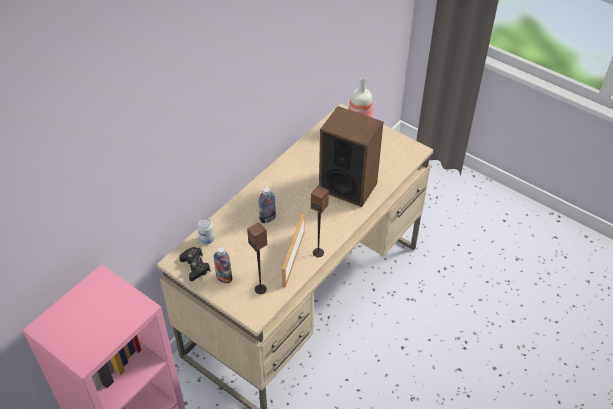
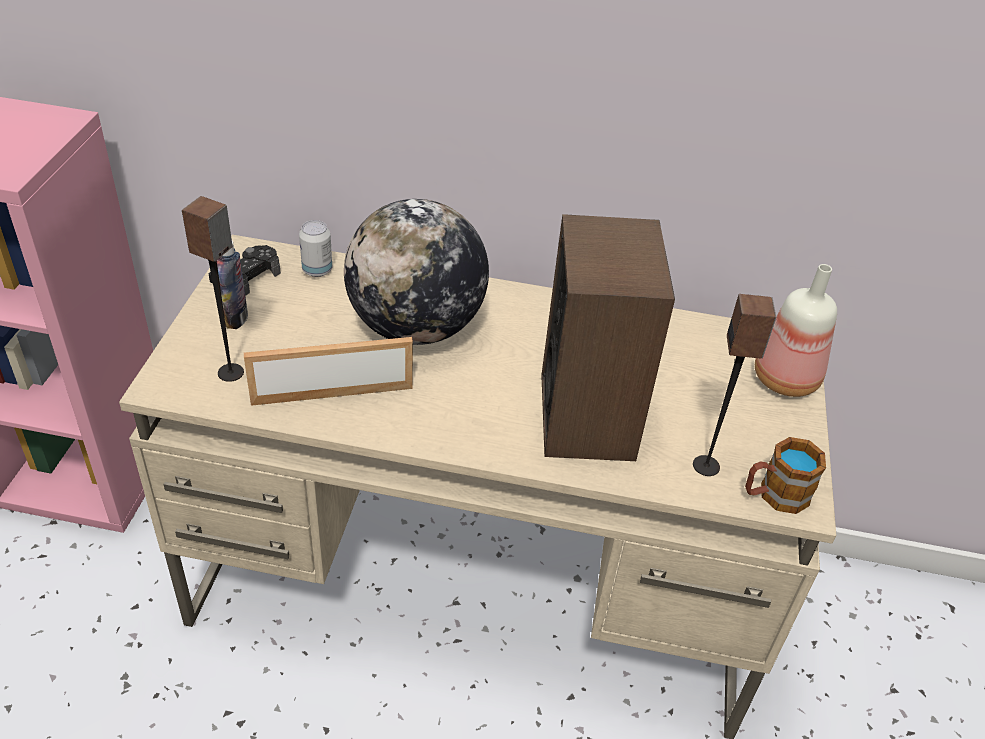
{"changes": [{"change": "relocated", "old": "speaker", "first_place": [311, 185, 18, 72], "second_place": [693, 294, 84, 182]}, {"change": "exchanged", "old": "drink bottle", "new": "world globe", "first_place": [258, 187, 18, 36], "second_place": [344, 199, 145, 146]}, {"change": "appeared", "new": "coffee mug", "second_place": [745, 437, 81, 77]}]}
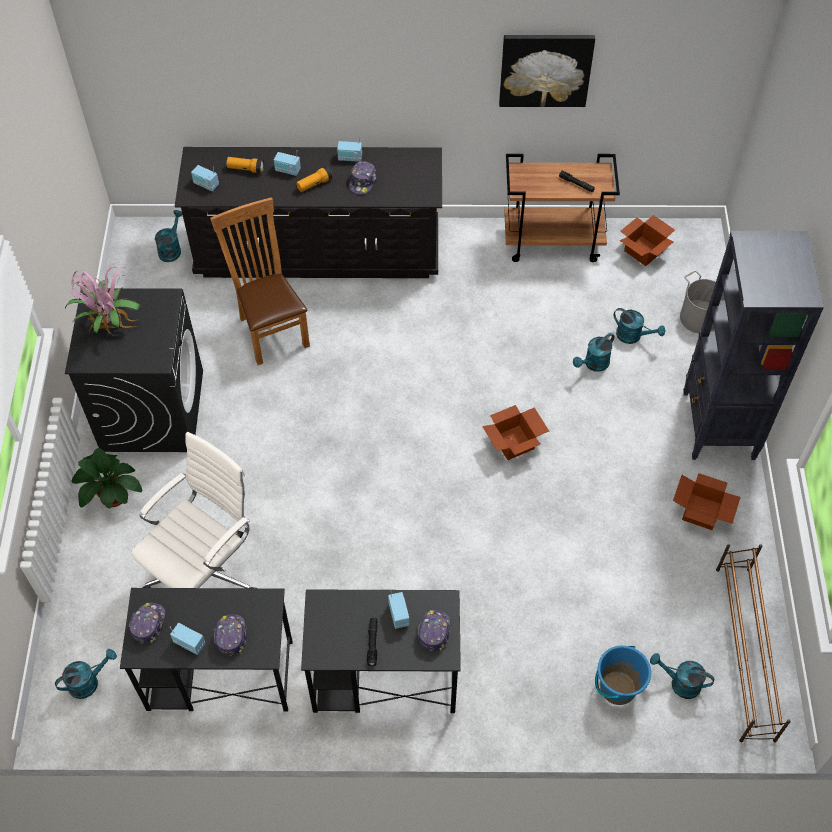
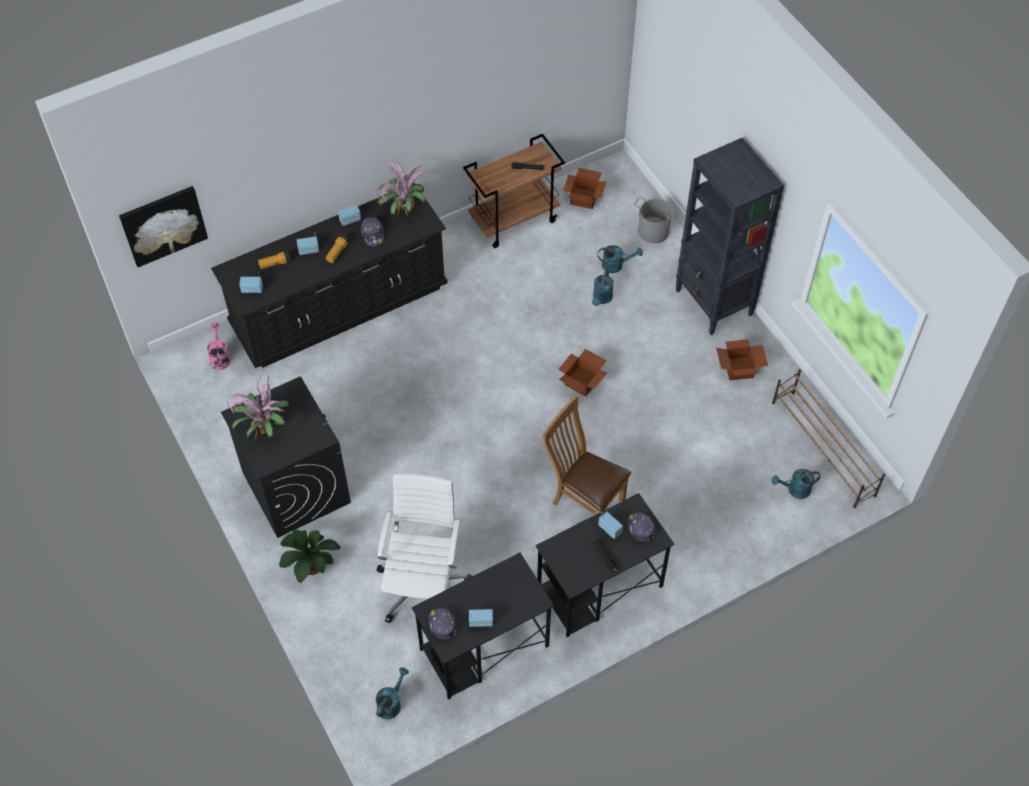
{"changes": [{"change": "relocated", "old": "wall picture", "first_place": [499, 35, 96, 72], "second_place": [119, 186, 89, 81]}, {"change": "relocated", "old": "brown upright chair", "first_place": [210, 197, 100, 168], "second_place": [542, 395, 89, 120]}, {"change": "colour", "old": "blue-green watering pot", "new": "pinkish watering pot", "first_place": [155, 210, 27, 52], "second_place": [207, 323, 24, 47]}, {"change": "missing", "old": "peaked cap", "first_place": [214, 614, 33, 42]}, {"change": "missing", "old": "bluish bucket", "first_place": [595, 646, 56, 59]}, {"change": "appeared", "new": "houseplant", "second_place": [376, 159, 53, 59]}]}
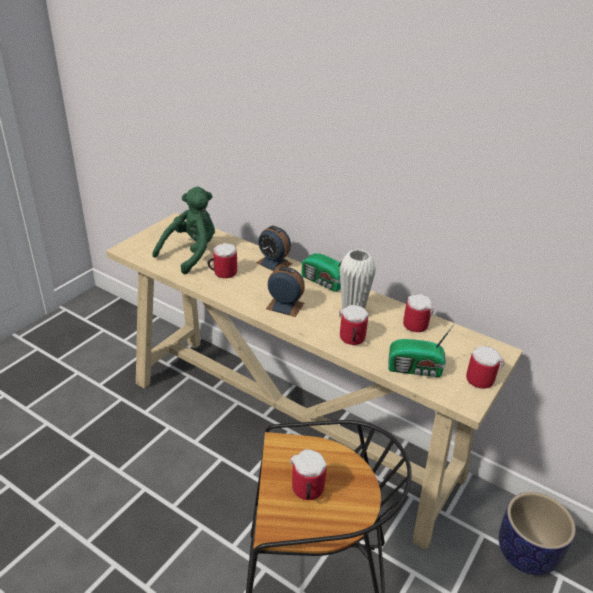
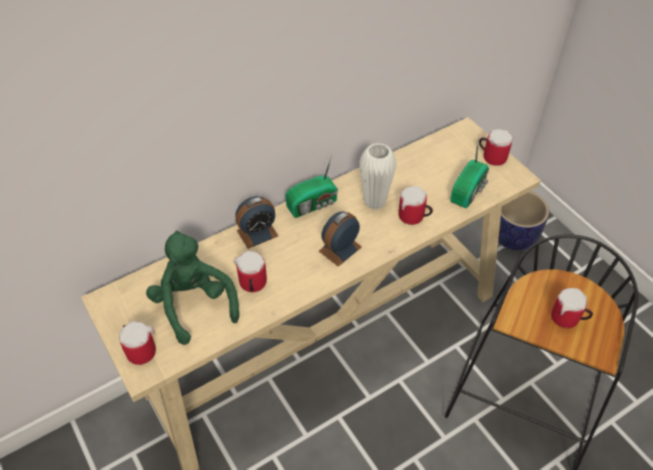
{"changes": [{"change": "relocated", "old": "coffee mug", "first_place": [403, 294, 31, 38], "second_place": [119, 321, 37, 44]}]}
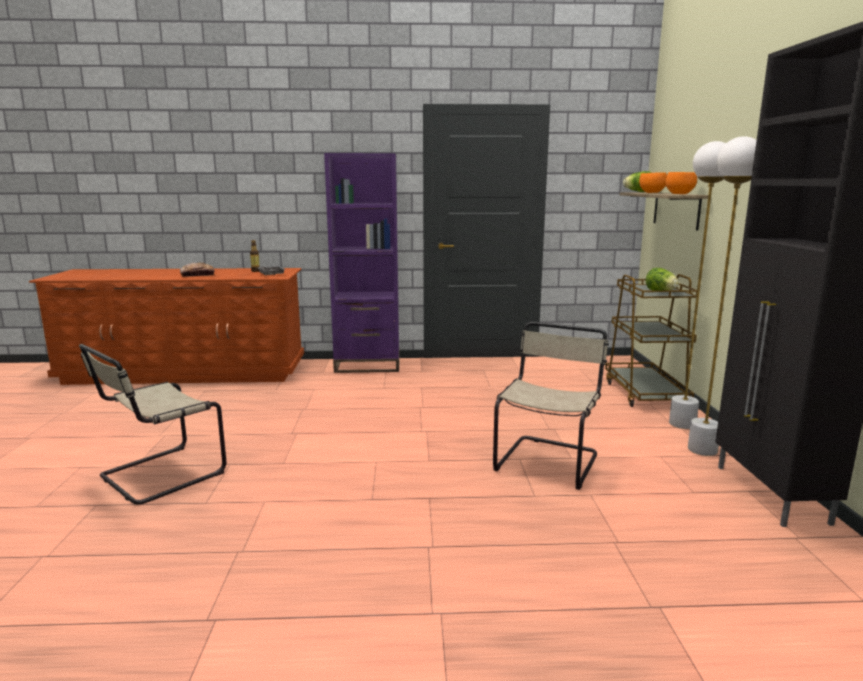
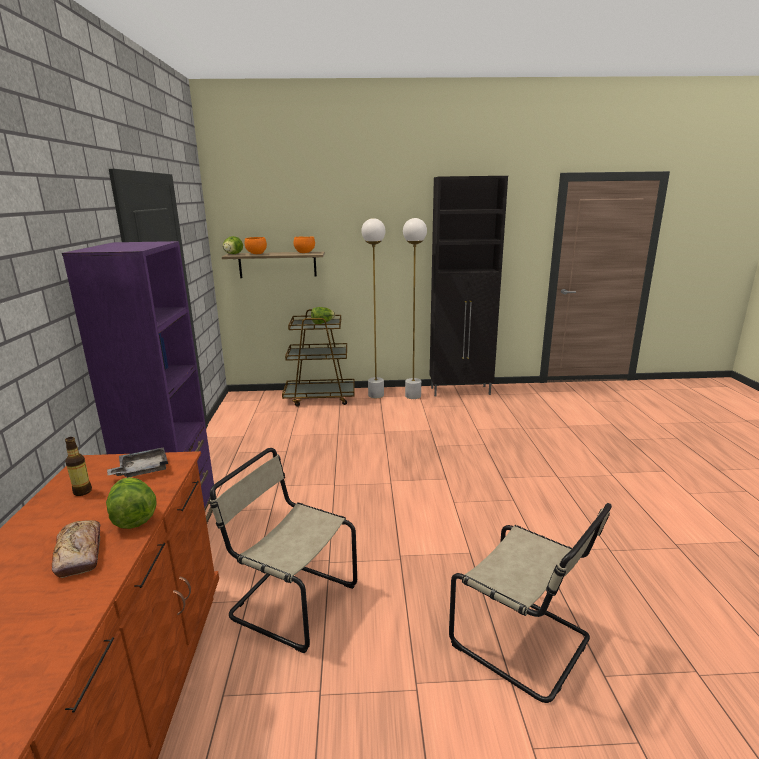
{"changes": [{"change": "relocated", "old": "sand-coloured upright chair", "first_place": [493, 322, 116, 168], "second_place": [210, 448, 147, 205]}, {"change": "appeared", "new": "lettuce head", "second_place": [106, 477, 51, 52]}]}
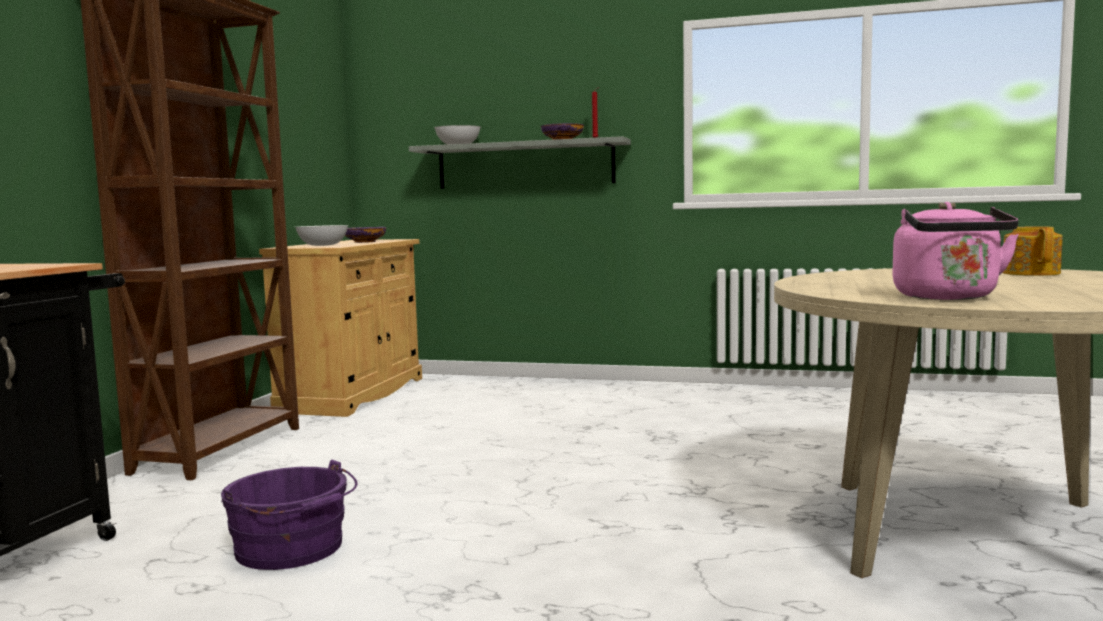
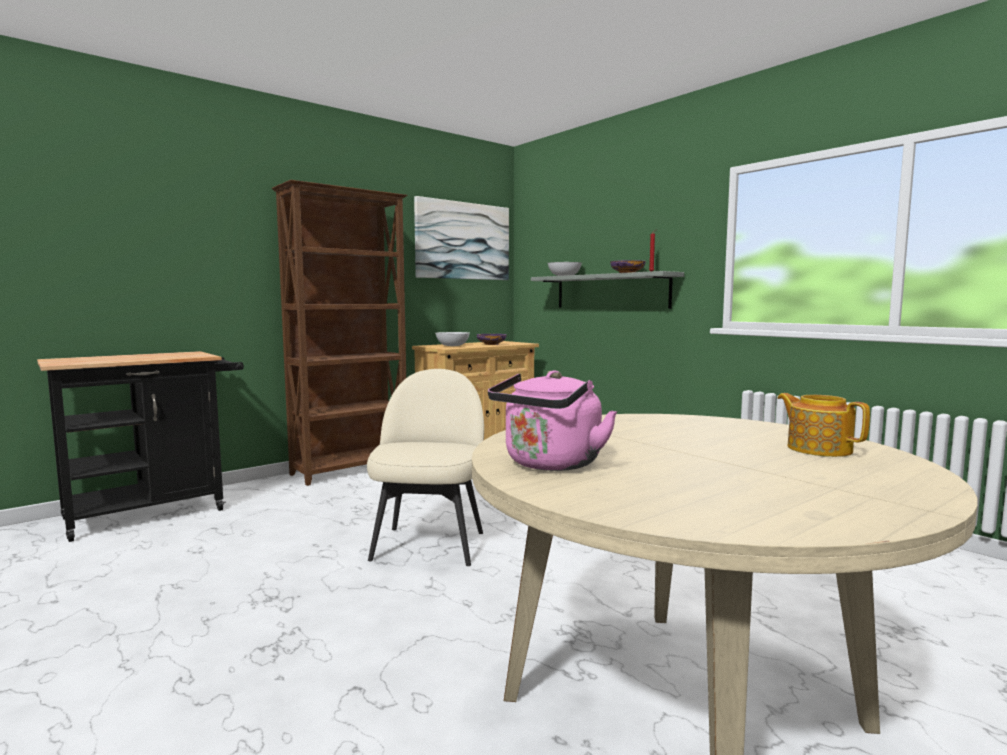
{"changes": [{"change": "spun", "old": "teapot", "first_place": [1002, 226, 61, 50], "second_place": [778, 393, 92, 64], "degrees": -75}, {"change": "missing", "old": "purplish bucket", "first_place": [221, 459, 136, 111]}, {"change": "appeared", "new": "wall picture", "second_place": [414, 196, 95, 84]}, {"change": "appeared", "new": "sand-coloured upright chair", "second_place": [367, 369, 117, 197]}]}
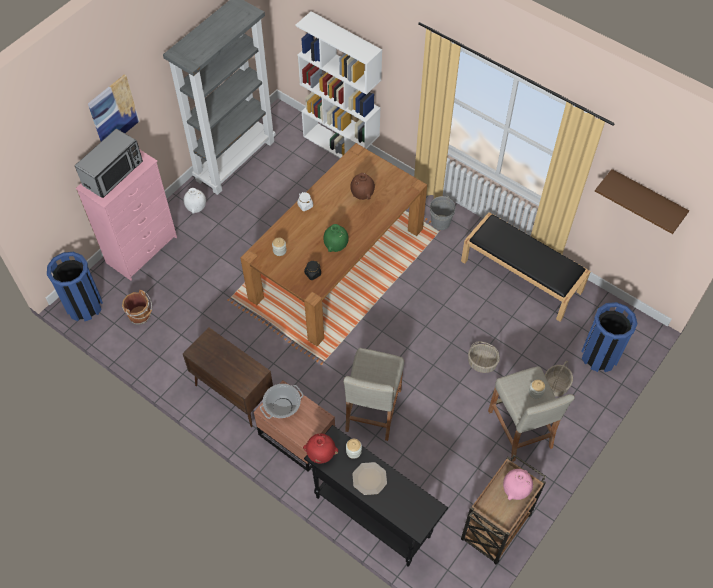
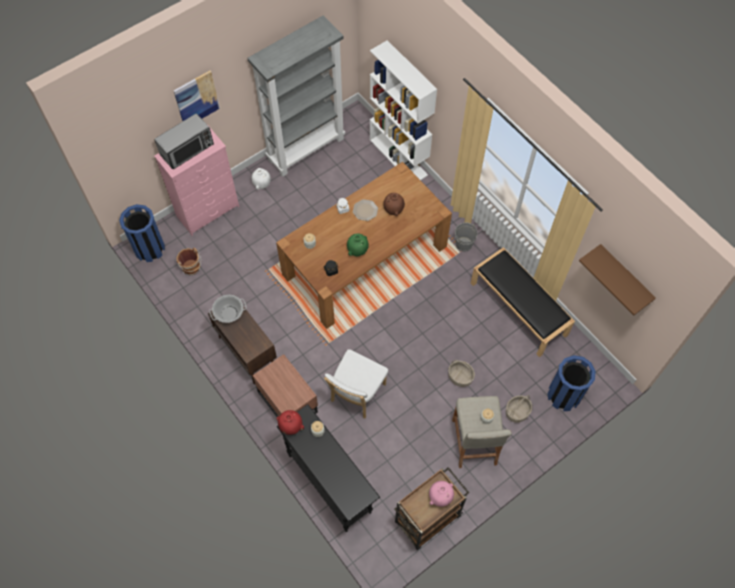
{"changes": [{"change": "exchanged", "old": "sand-coloured sitting stool", "new": "white-coloured upright chair", "first_place": [344, 348, 60, 93], "second_place": [324, 349, 64, 70]}, {"change": "relocated", "old": "cooking pot", "first_place": [260, 384, 43, 35], "second_place": [209, 295, 38, 28]}, {"change": "relocated", "old": "dinner plate", "first_place": [352, 462, 35, 33], "second_place": [353, 199, 25, 22]}]}
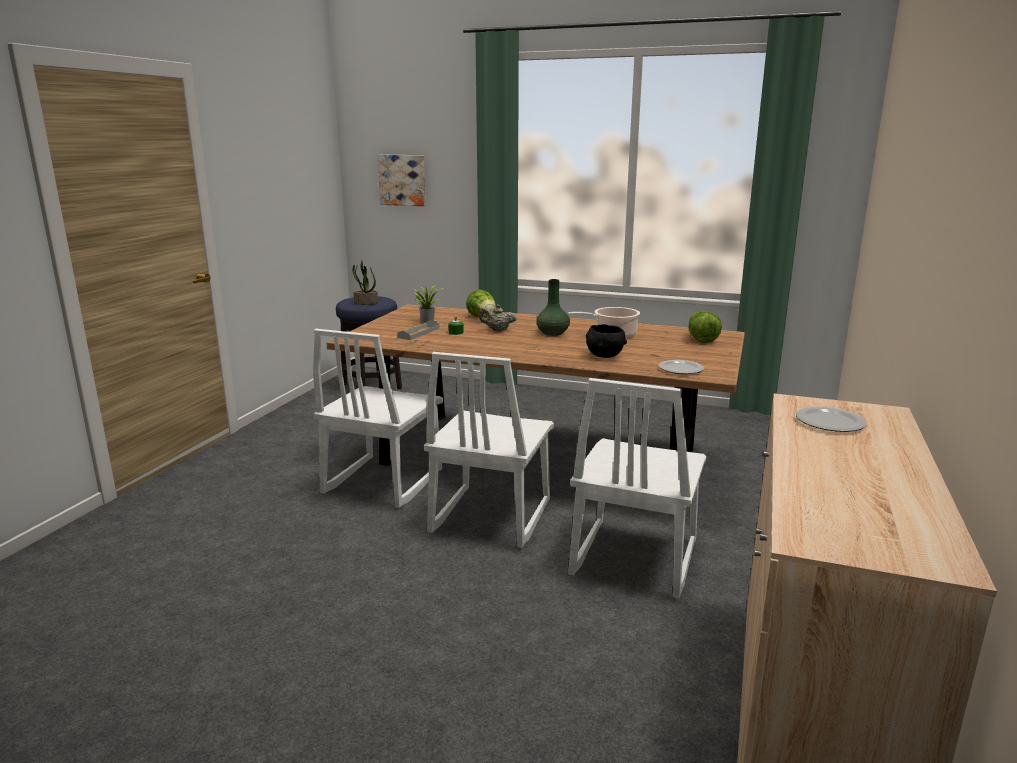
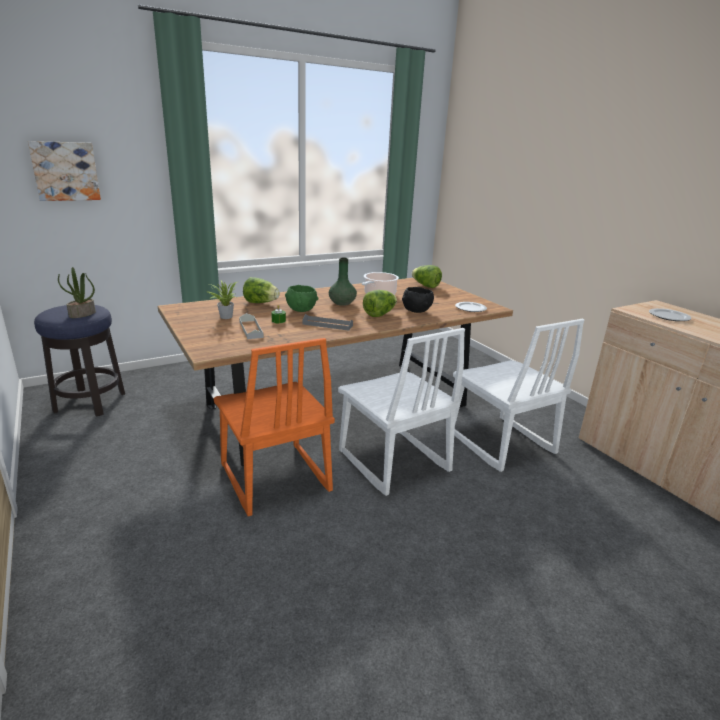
{"changes": [{"change": "exchanged", "old": "sand-coloured teapot", "new": "greenish serving bowl", "first_place": [479, 305, 37, 27], "second_place": [285, 285, 33, 27]}, {"change": "colour", "old": "white-coloured upright chair", "new": "orange upright chair", "first_place": [313, 329, 130, 179], "second_place": [214, 338, 121, 178]}, {"change": "appeared", "new": "lettuce head", "second_place": [363, 290, 34, 27]}, {"change": "appeared", "new": "gray carrying tray", "second_place": [303, 314, 50, 17]}]}
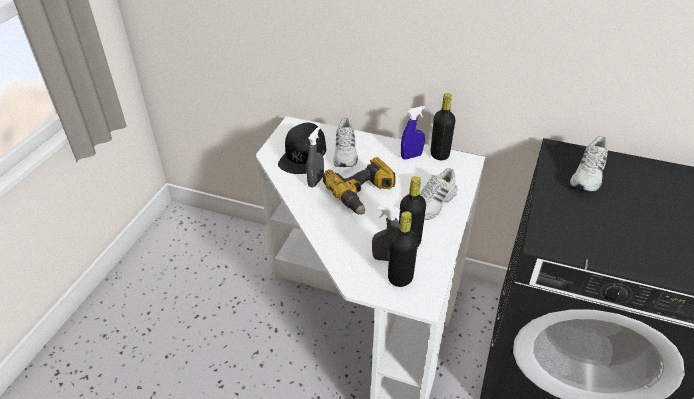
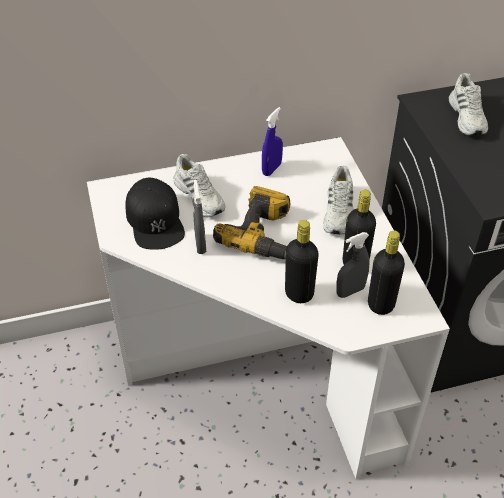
{"changes": [{"change": "relocated", "old": "black drink bottle", "first_place": [430, 93, 25, 67], "second_place": [285, 220, 34, 83]}]}
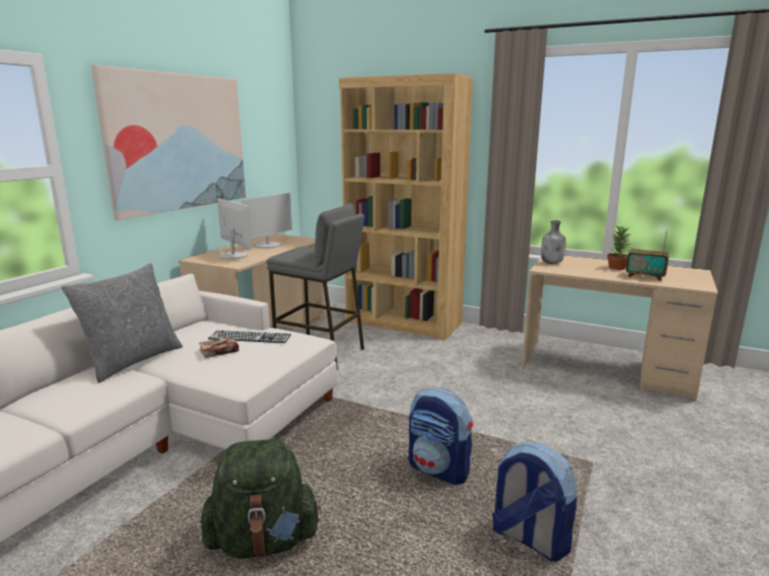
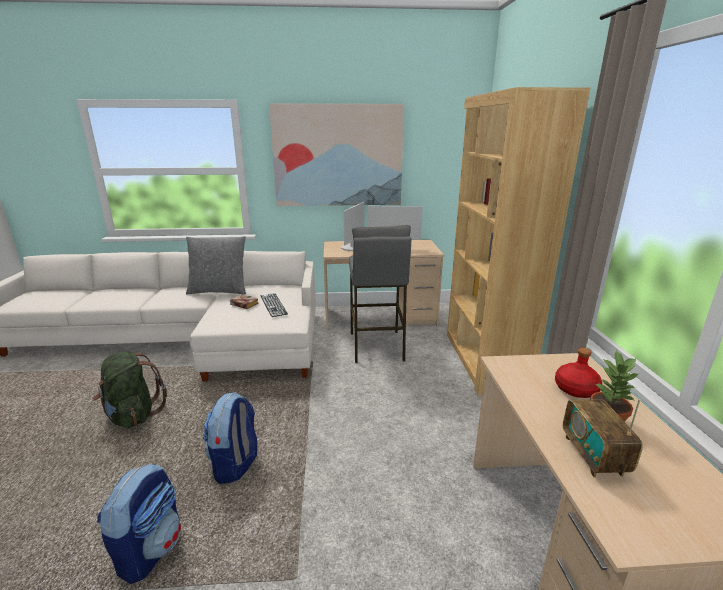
{"changes": [{"change": "missing", "old": "gray drink bottle", "first_place": [541, 220, 25, 44]}, {"change": "appeared", "new": "reddish drink bottle", "second_place": [555, 348, 47, 50]}]}
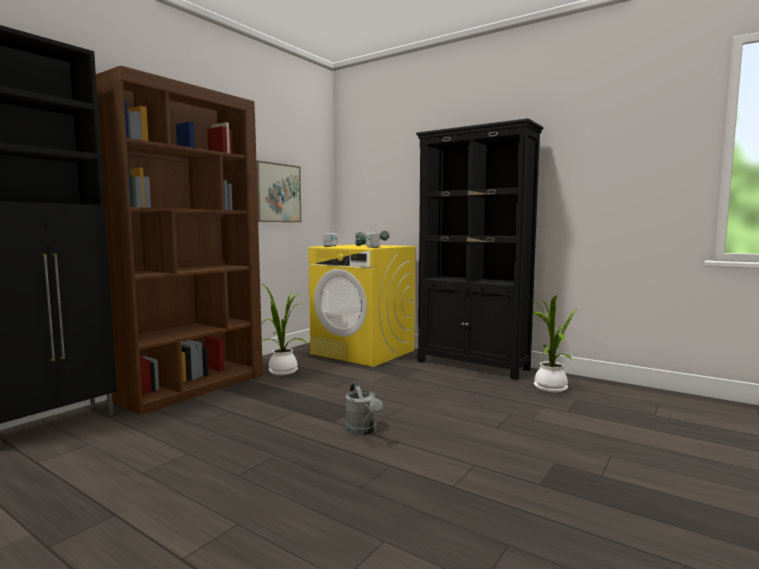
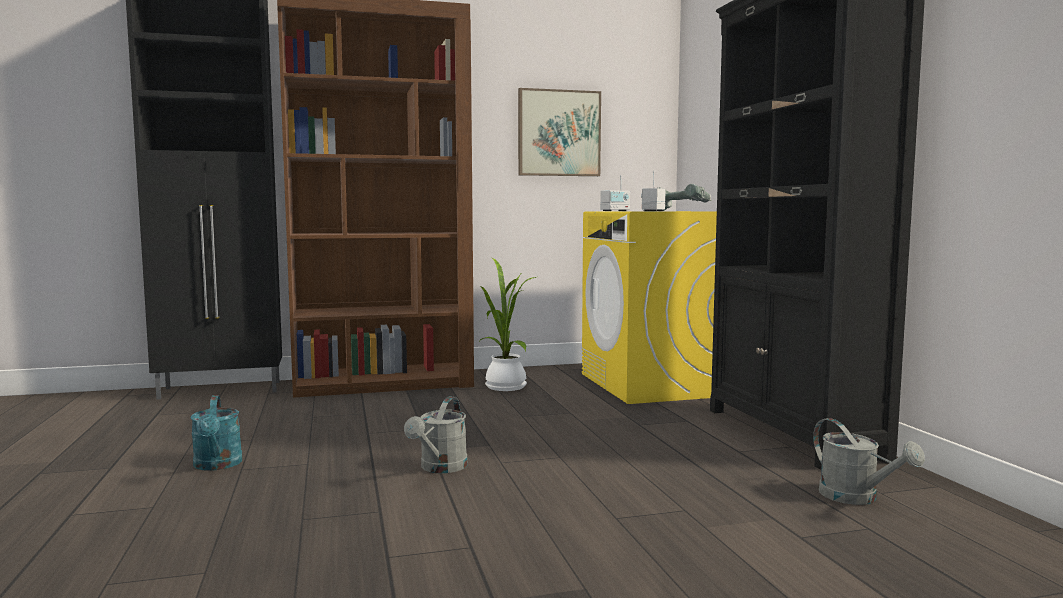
{"changes": [{"change": "exchanged", "old": "houseplant", "new": "gray watering pot", "first_place": [532, 295, 46, 98], "second_place": [813, 418, 112, 87]}, {"change": "appeared", "new": "blue-green watering pot", "second_place": [191, 395, 52, 76]}]}
